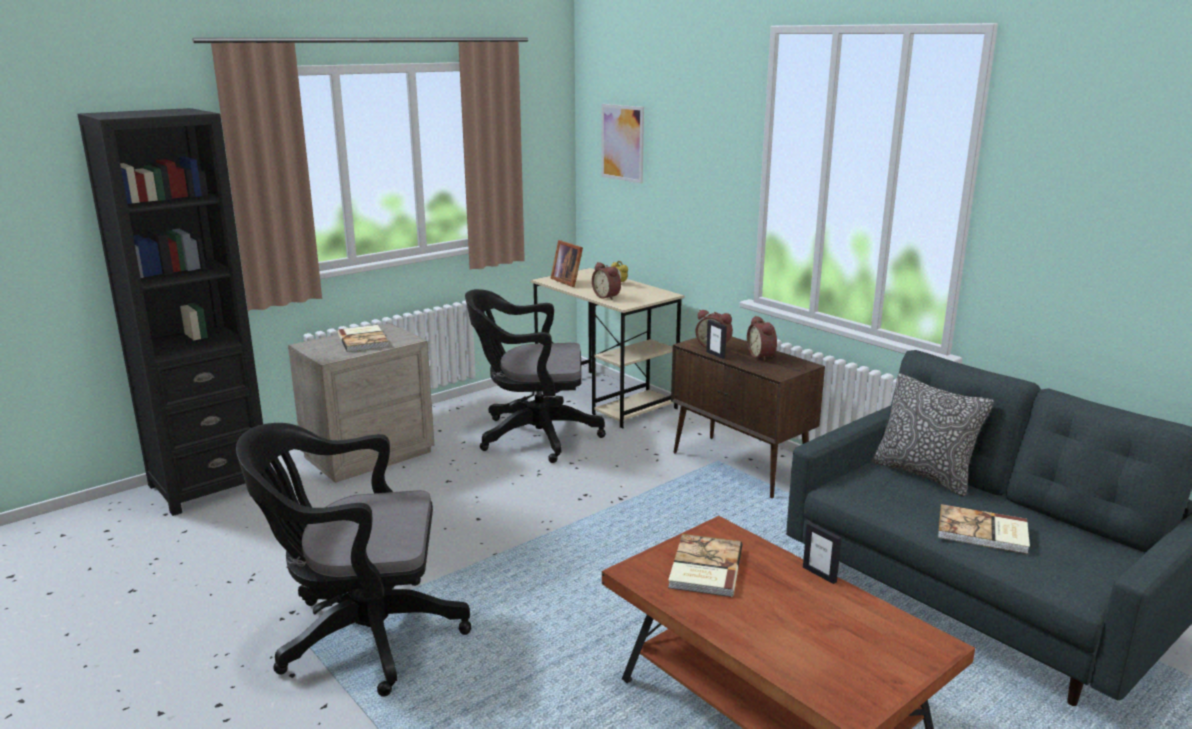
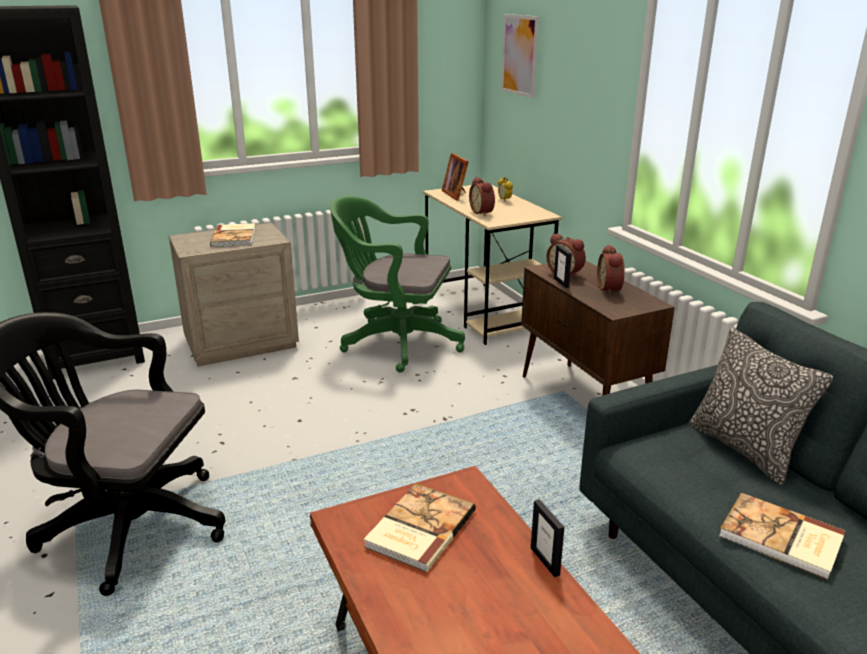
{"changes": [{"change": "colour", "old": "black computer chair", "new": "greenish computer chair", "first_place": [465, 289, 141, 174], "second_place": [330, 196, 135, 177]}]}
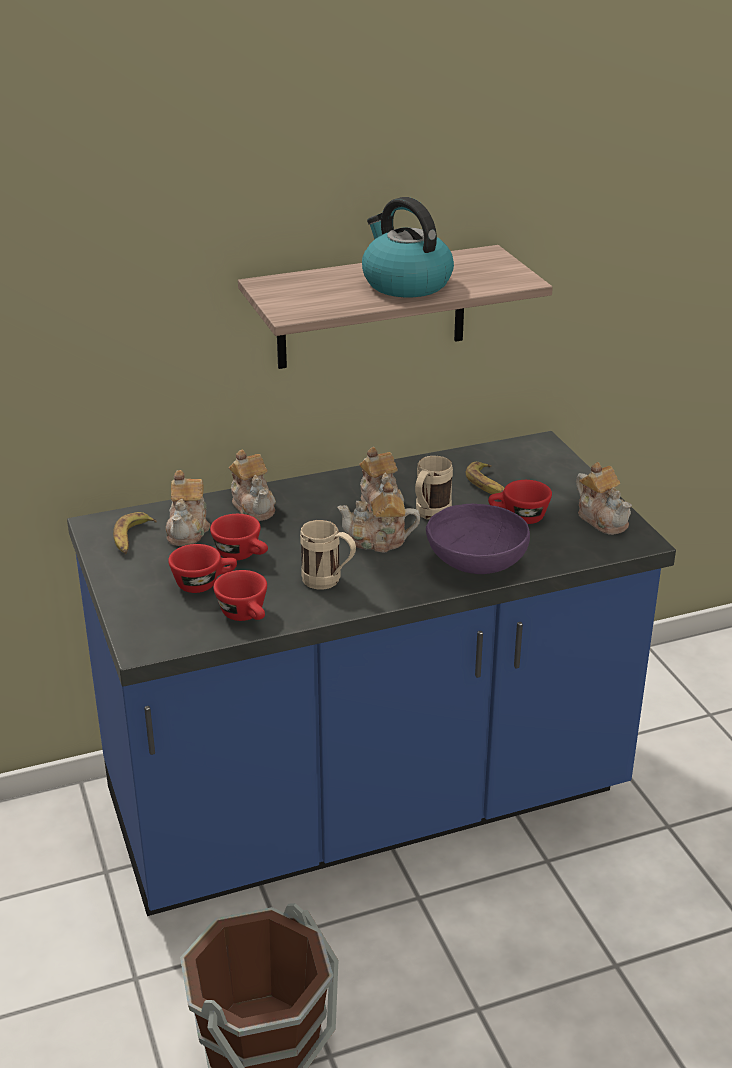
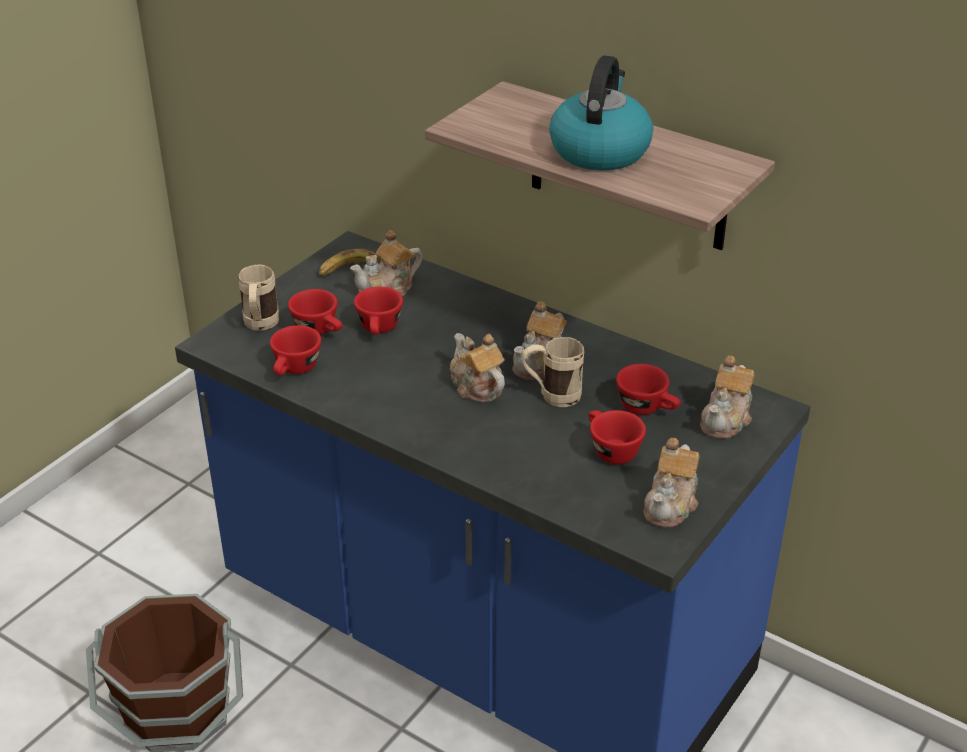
{"changes": [{"change": "relocated", "old": "teapot", "first_place": [229, 449, 47, 72], "second_place": [700, 356, 55, 83]}, {"change": "exchanged", "old": "banana fruit", "new": "reddish drinking cup", "first_place": [466, 462, 38, 32], "second_place": [616, 364, 65, 51]}, {"change": "missing", "old": "purplish serving bowl", "first_place": [426, 504, 104, 70]}, {"change": "relocated", "old": "sand-coloured coffee mug", "first_place": [300, 520, 56, 70], "second_place": [238, 264, 41, 67]}]}
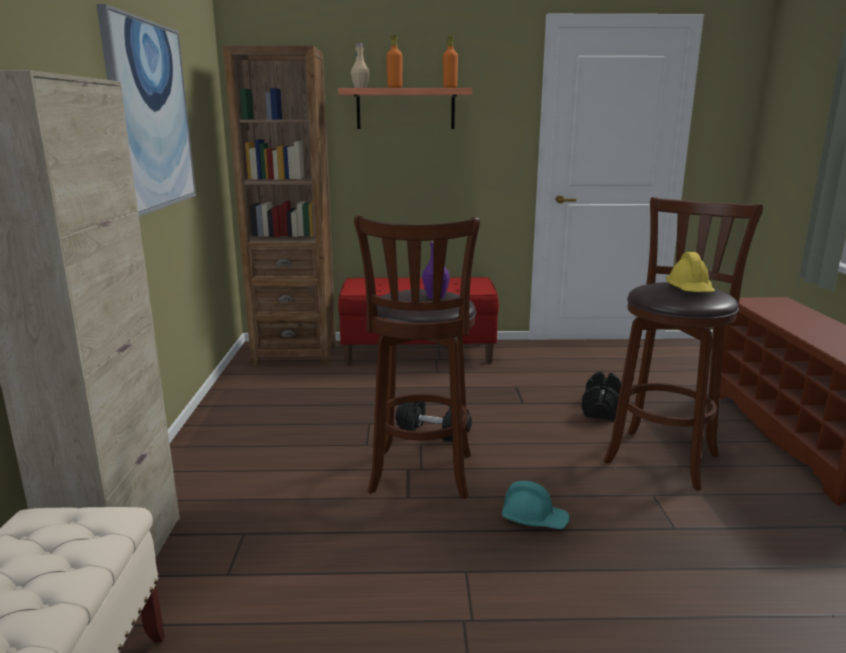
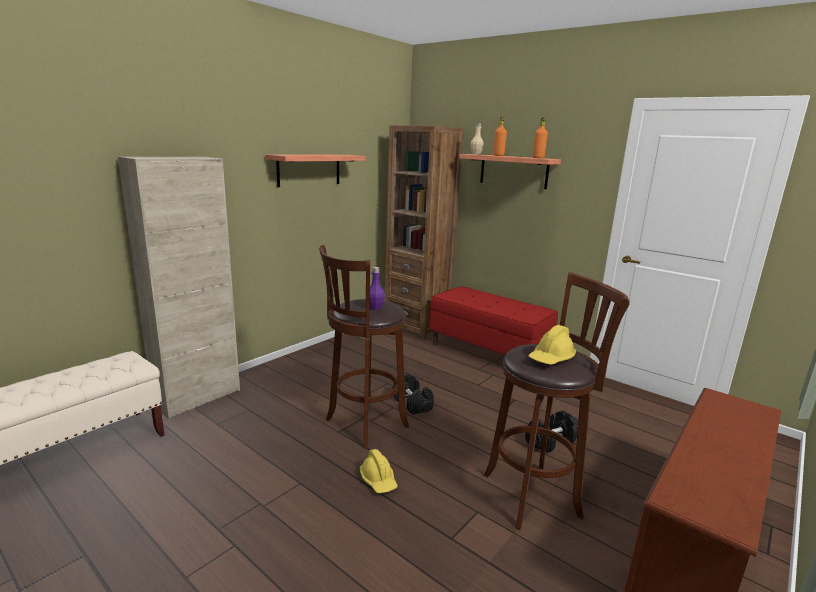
{"changes": [{"change": "exchanged", "old": "wall picture", "new": "shelf", "first_place": [96, 4, 100, 213], "second_place": [266, 154, 100, 33]}, {"change": "colour", "old": "blue-green safety helmet", "new": "yellow-coloured safety helmet", "first_place": [502, 481, 67, 48], "second_place": [360, 449, 38, 44]}]}
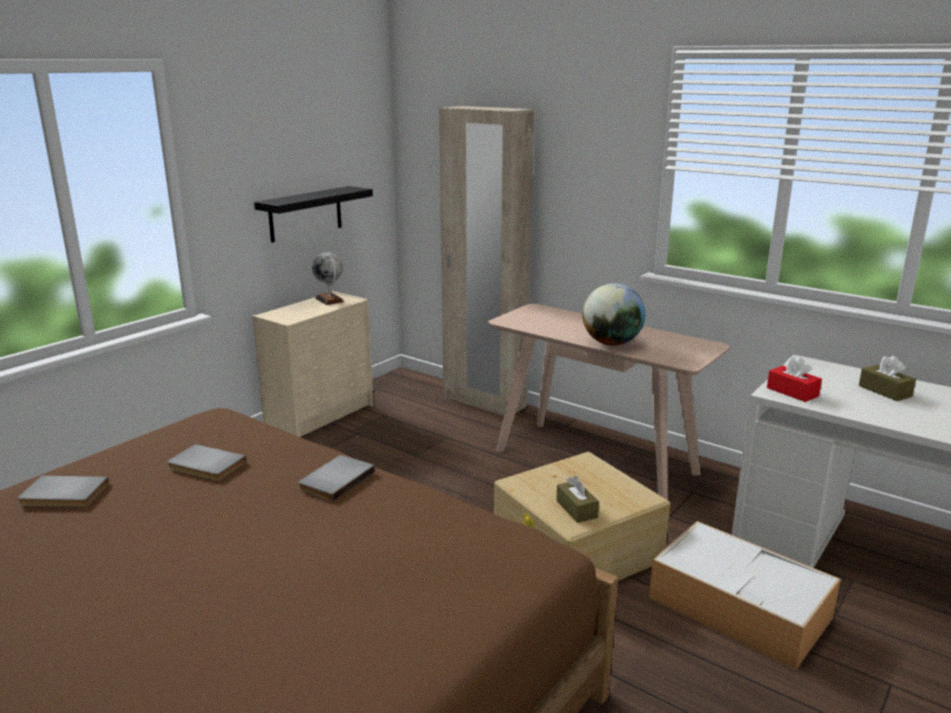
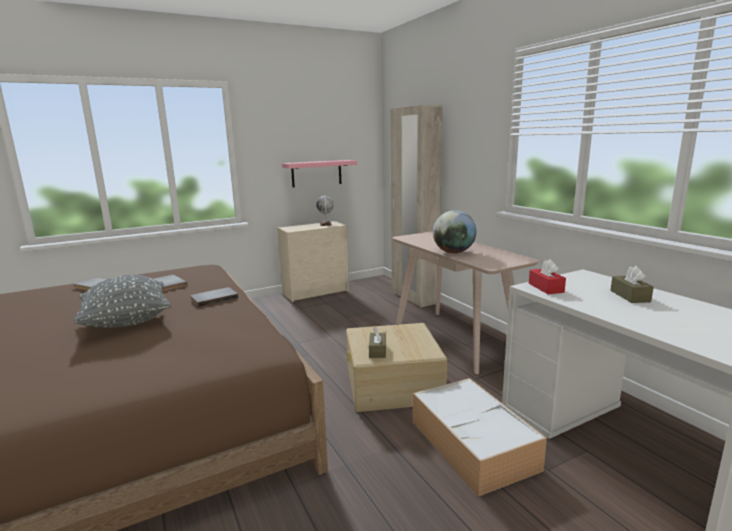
{"changes": [{"change": "colour", "old": "black shelf", "new": "pinkish shelf", "first_place": [254, 186, 119, 57], "second_place": [282, 160, 75, 27]}, {"change": "appeared", "new": "gray cushion", "second_place": [74, 274, 97, 54]}]}
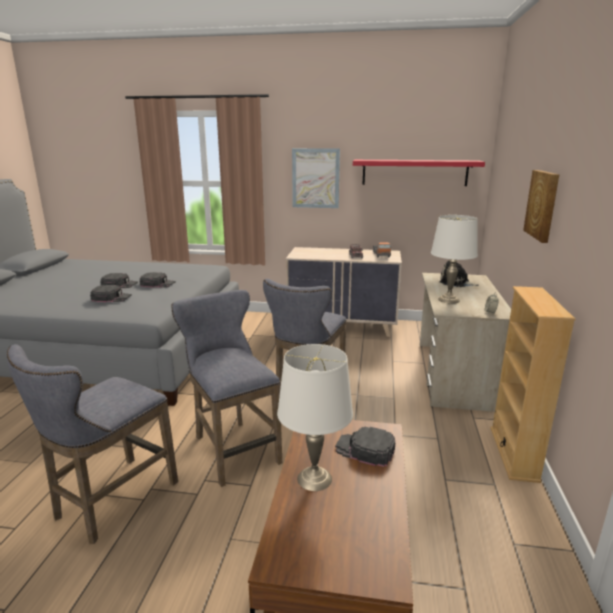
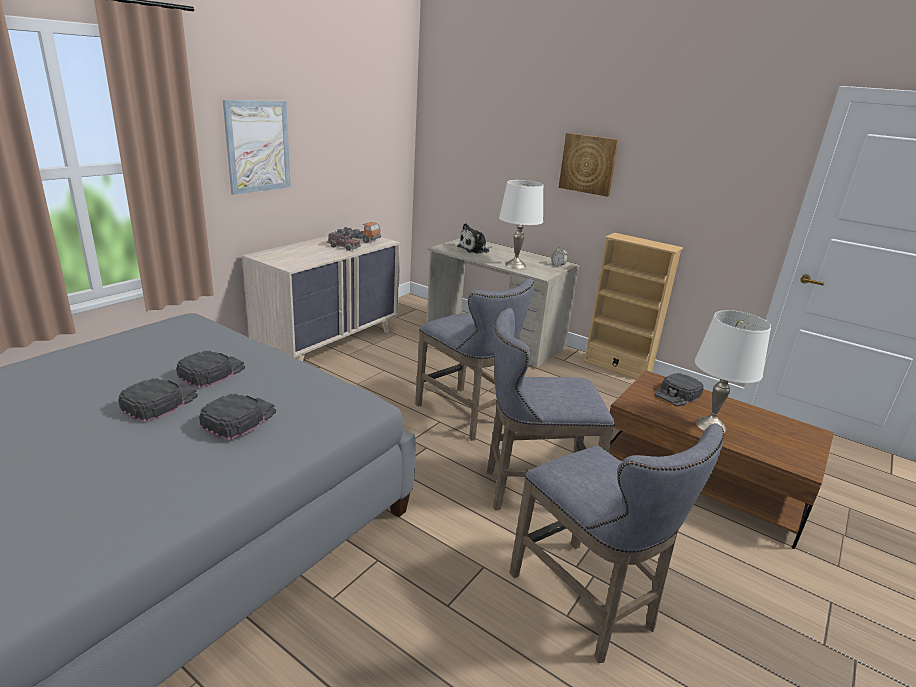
{"changes": [{"change": "missing", "old": "reddish shelf", "first_place": [353, 160, 132, 26]}]}
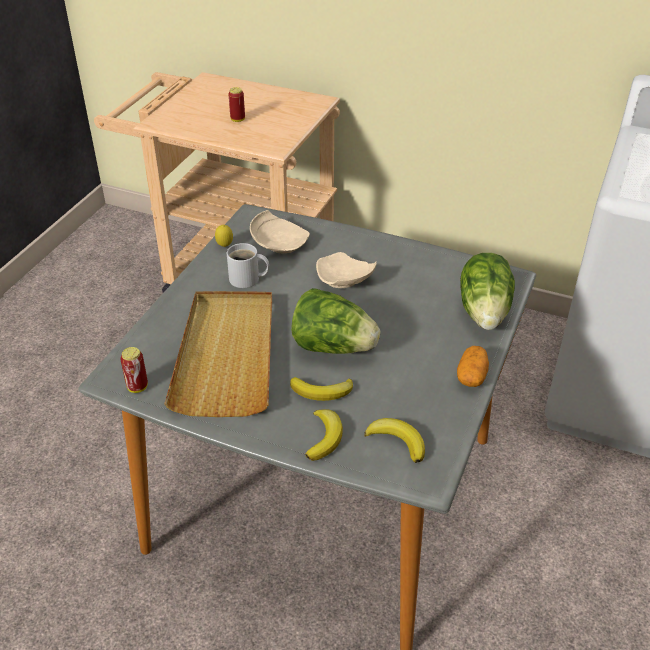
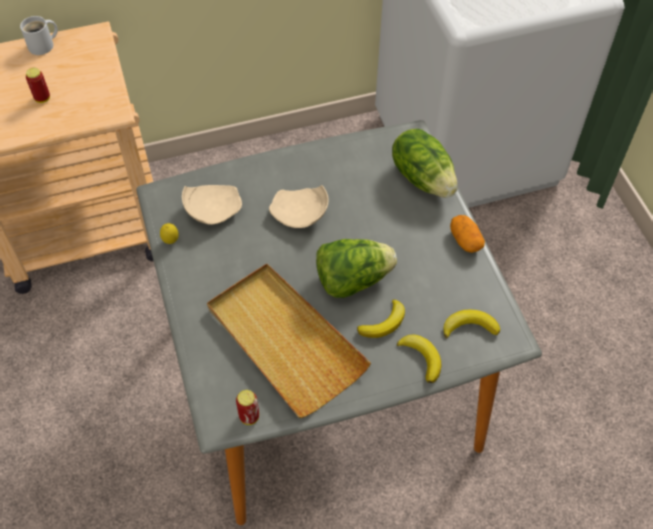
{"changes": [{"change": "relocated", "old": "white-coloured coffee mug", "first_place": [227, 243, 42, 45], "second_place": [20, 16, 38, 39]}]}
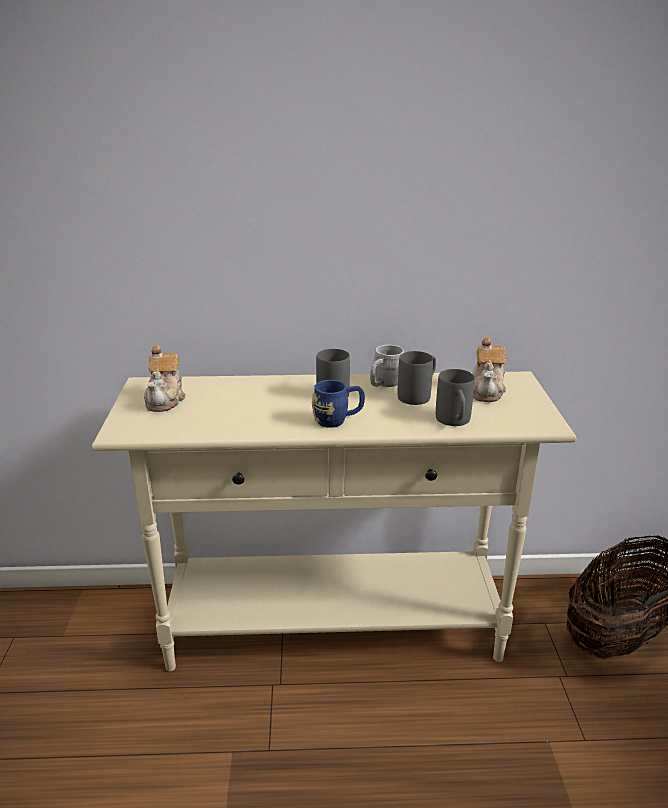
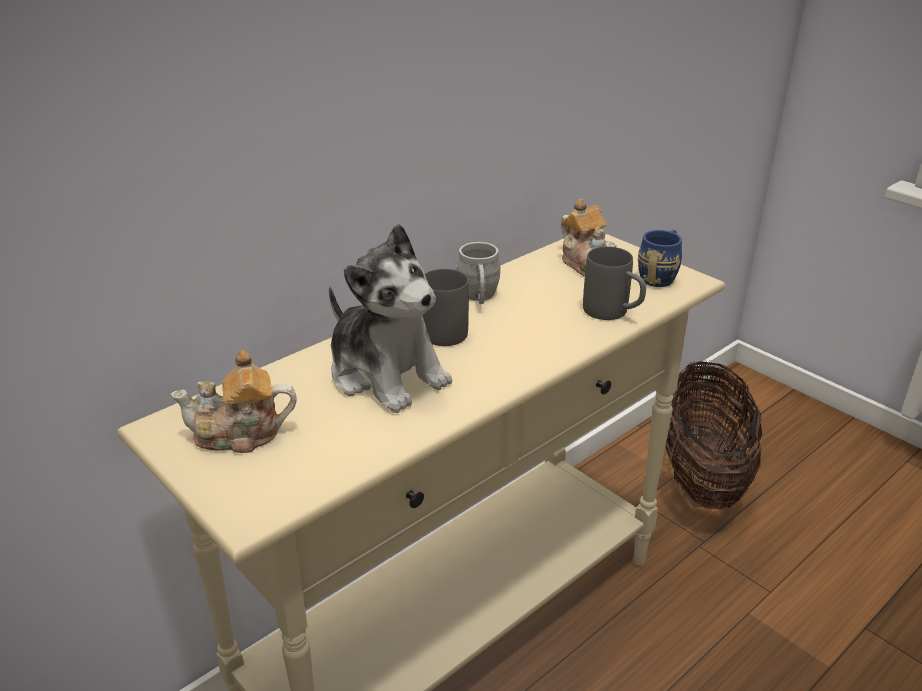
{"changes": [{"change": "spun", "old": "teapot", "first_place": [144, 345, 42, 67], "second_place": [171, 350, 126, 103], "degrees": 120}, {"change": "missing", "old": "gray coffee mug", "first_place": [398, 351, 38, 54]}, {"change": "relocated", "old": "bluish coffee mug", "first_place": [312, 380, 53, 48], "second_place": [638, 230, 44, 57]}, {"change": "appeared", "new": "plush toy", "second_place": [329, 223, 123, 190]}]}
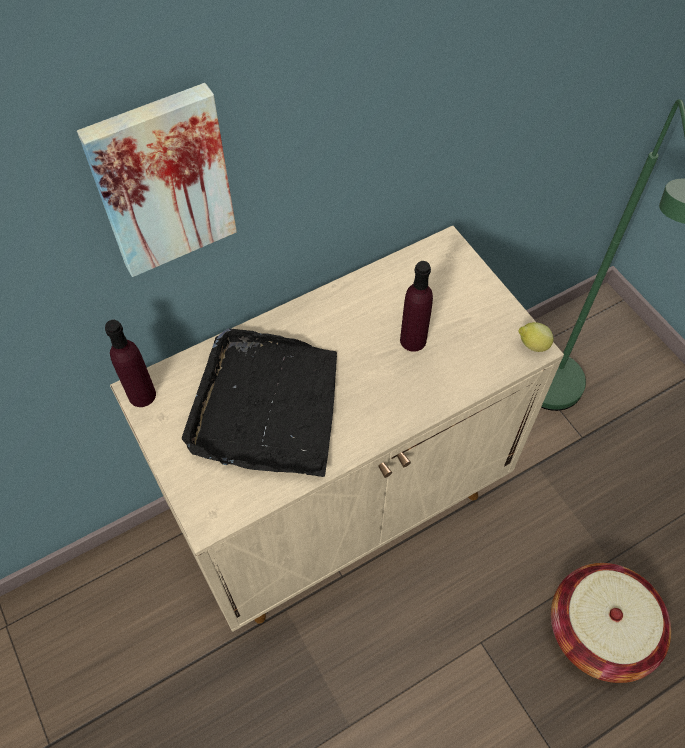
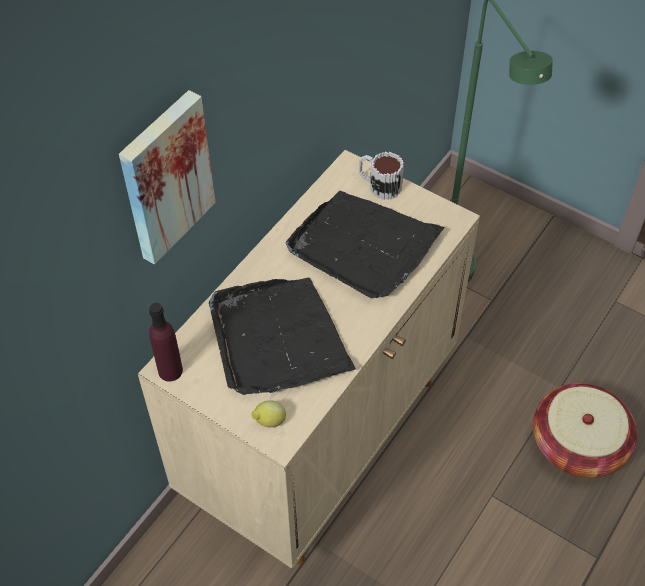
{"changes": [{"change": "exchanged", "old": "purplish drink bottle", "new": "black carrying tray", "first_place": [400, 261, 33, 91], "second_place": [285, 191, 159, 107]}, {"change": "relocated", "old": "whole lemon", "first_place": [518, 322, 36, 30], "second_place": [251, 400, 35, 28]}, {"change": "appeared", "new": "coffee mug", "second_place": [359, 152, 45, 48]}]}
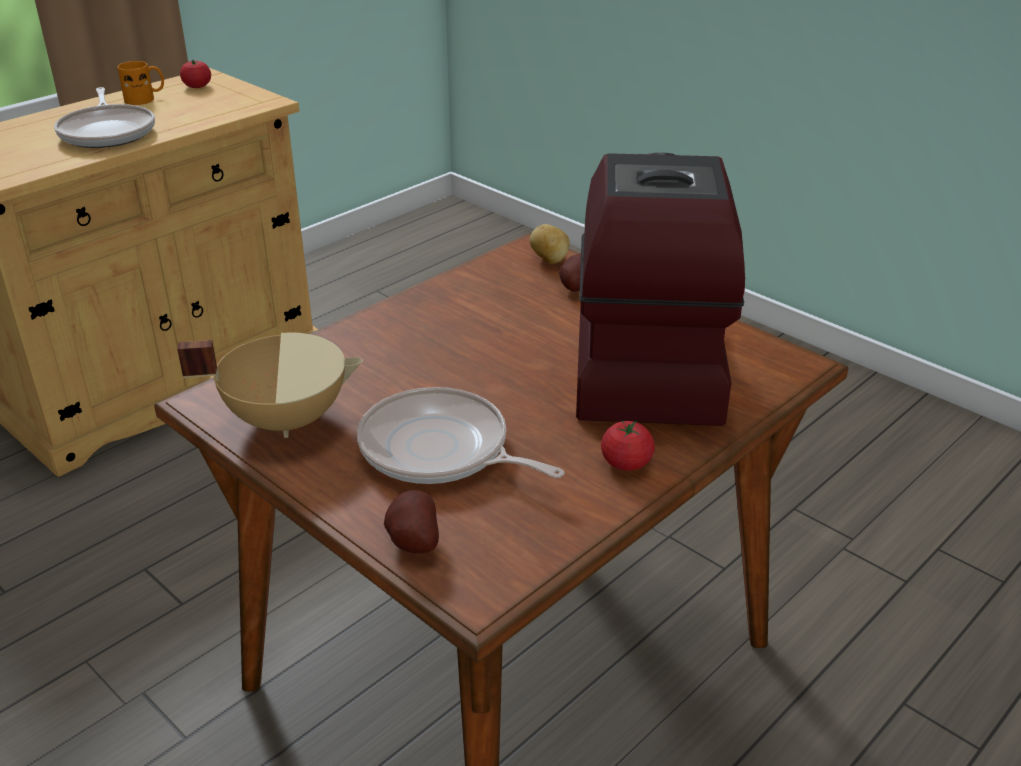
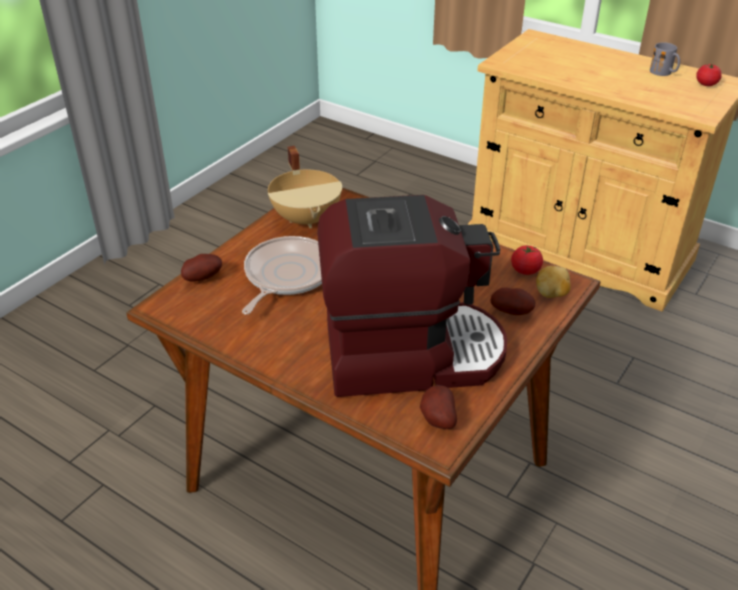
{"changes": [{"change": "colour", "old": "orange coffee mug", "new": "gray coffee mug", "first_place": [117, 61, 47, 44], "second_place": [650, 42, 30, 34]}, {"change": "missing", "old": "pan", "first_place": [54, 87, 101, 61]}, {"change": "relocated", "old": "fresh tomato", "first_place": [601, 419, 54, 52], "second_place": [511, 245, 32, 30]}, {"change": "appeared", "new": "whole potato", "second_place": [420, 385, 37, 44]}]}
